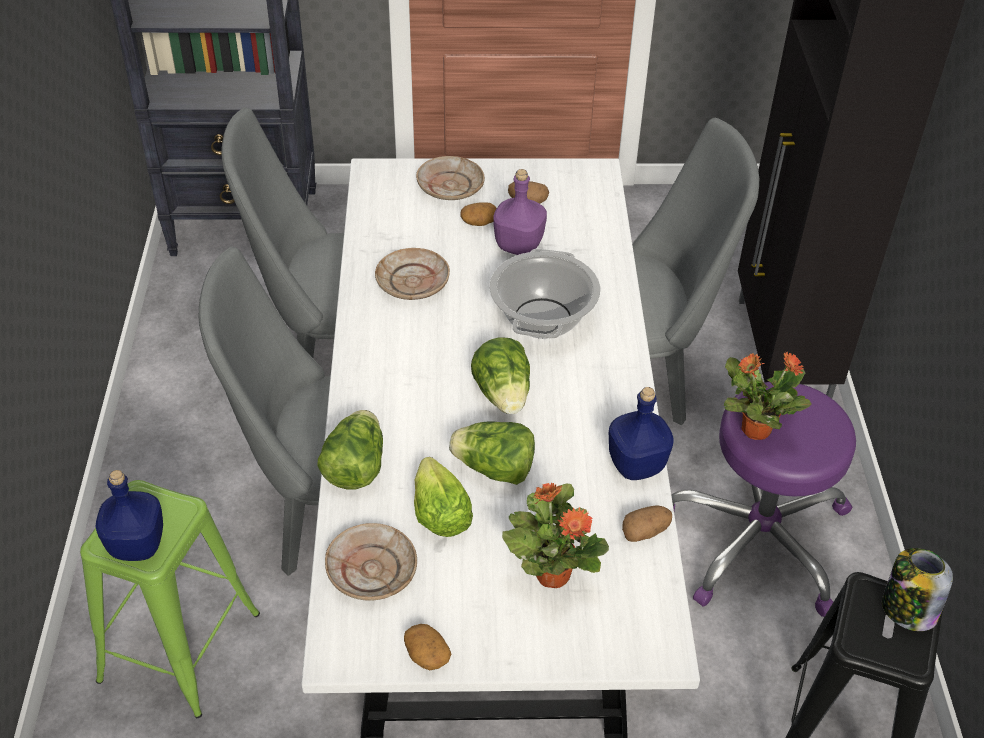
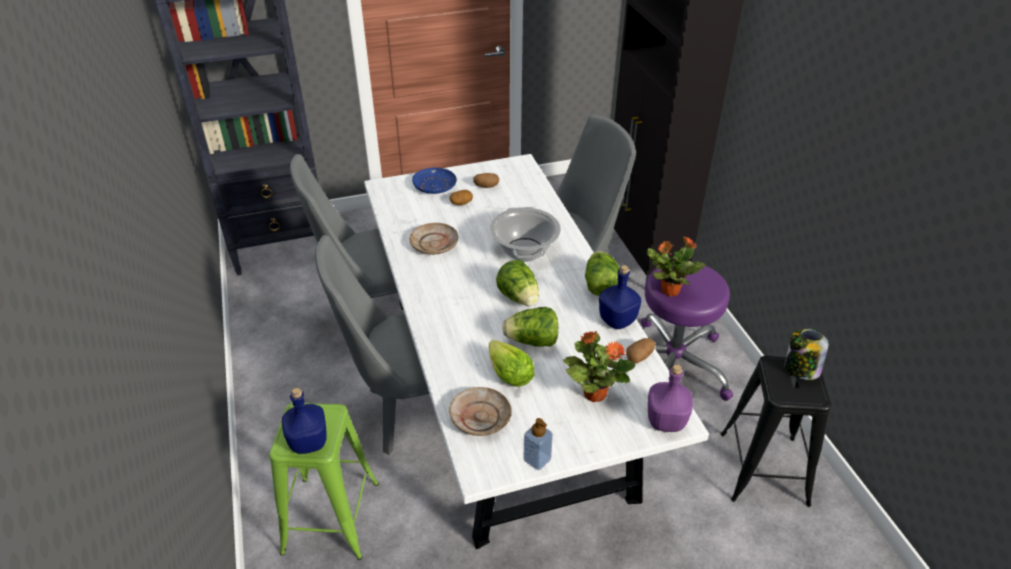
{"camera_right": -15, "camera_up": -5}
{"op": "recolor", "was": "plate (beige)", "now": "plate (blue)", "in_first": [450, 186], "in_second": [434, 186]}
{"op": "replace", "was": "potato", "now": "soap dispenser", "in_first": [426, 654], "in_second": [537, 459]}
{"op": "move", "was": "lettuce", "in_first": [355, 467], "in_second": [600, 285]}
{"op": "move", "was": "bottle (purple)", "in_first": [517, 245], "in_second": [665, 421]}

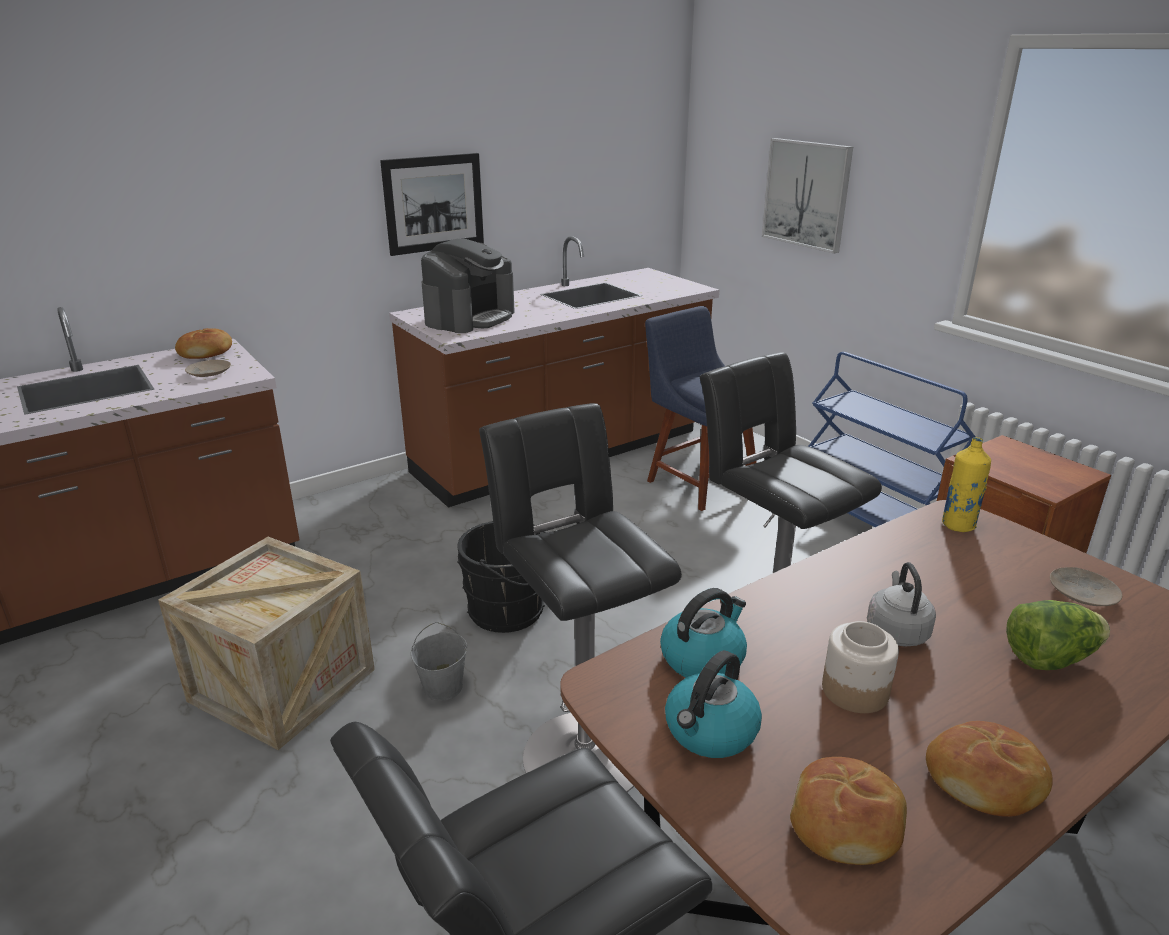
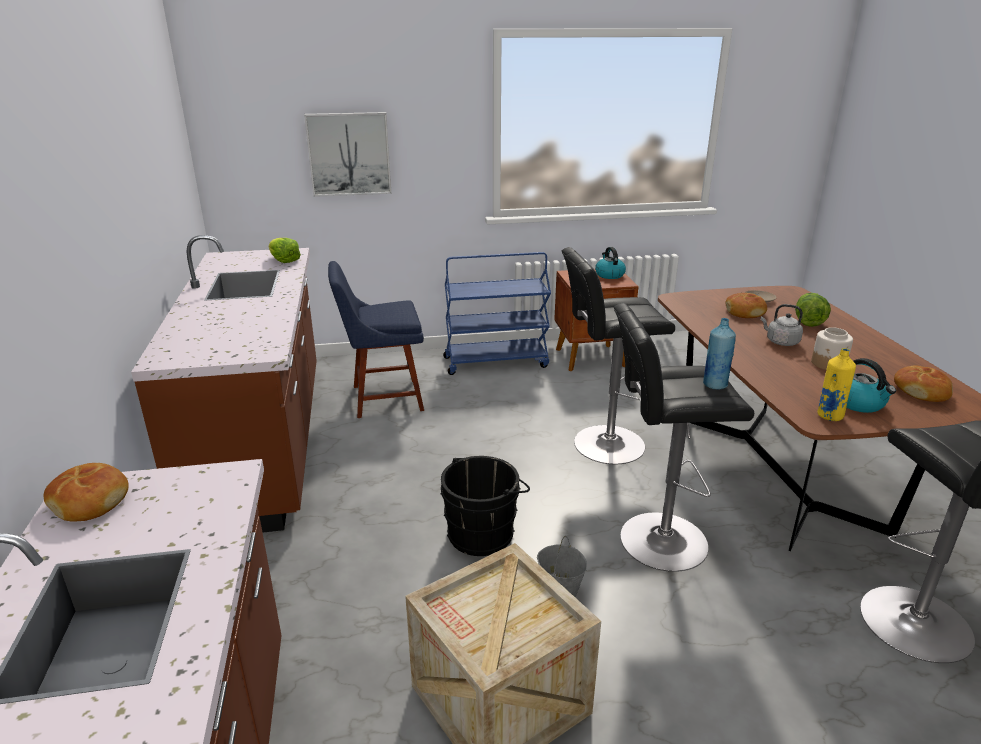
{"camera_right": -65, "camera_up": 0}
{"op": "insert", "now": "lettuce", "in_second": [284, 260]}
{"op": "move", "was": "kettle", "in_first": [703, 658], "in_second": [609, 275]}
{"op": "insert", "now": "bottle (blue)", "in_second": [715, 384]}
{"op": "move", "was": "bread", "in_first": [986, 781], "in_second": [745, 312]}
{"op": "move", "was": "bottle (yellow)", "in_first": [958, 525], "in_second": [829, 416]}
{"op": "delete", "was": "plate (beige)", "in_first": [208, 373]}
{"op": "delete", "was": "picture", "in_first": [434, 203]}
{"op": "delete", "was": "coffee machine", "in_first": [470, 318]}

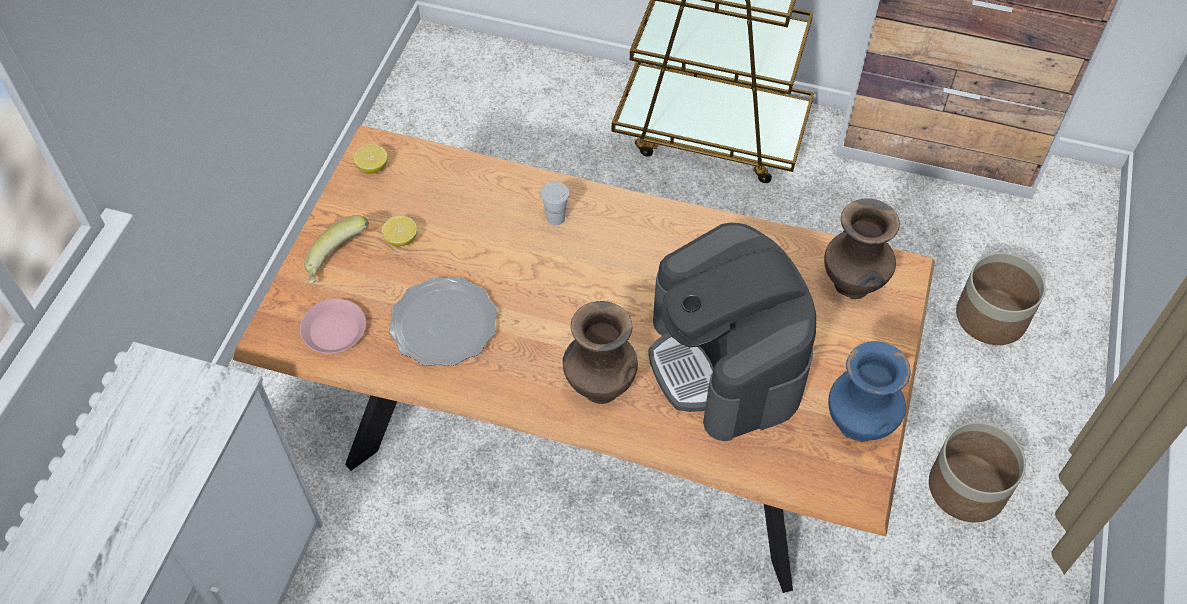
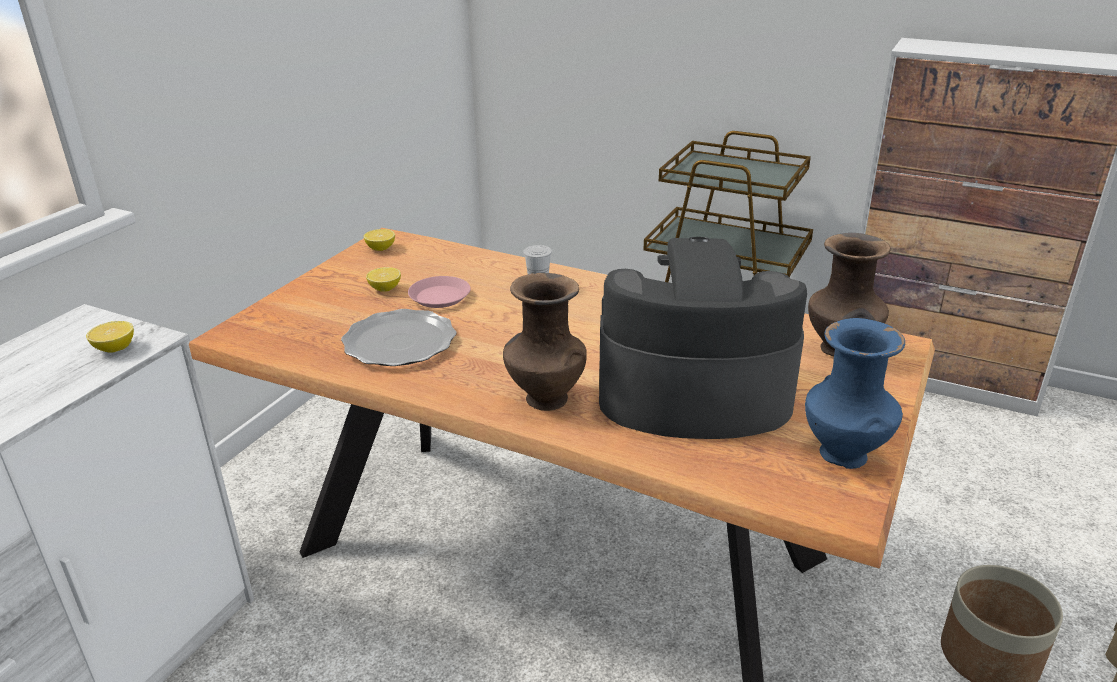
{"camera_right": 10, "camera_up": -25}
{"op": "insert", "now": "lemon", "in_second": [115, 348]}
{"op": "move", "was": "plate (pink)", "in_first": [334, 330], "in_second": [439, 297]}
{"op": "rotate", "was": "coffee machine", "in_first": [726, 362], "in_second": [692, 392], "clockwise": 105}
{"op": "delete", "was": "banana", "in_first": [338, 263]}
{"op": "delete", "was": "planter", "in_first": [991, 317]}

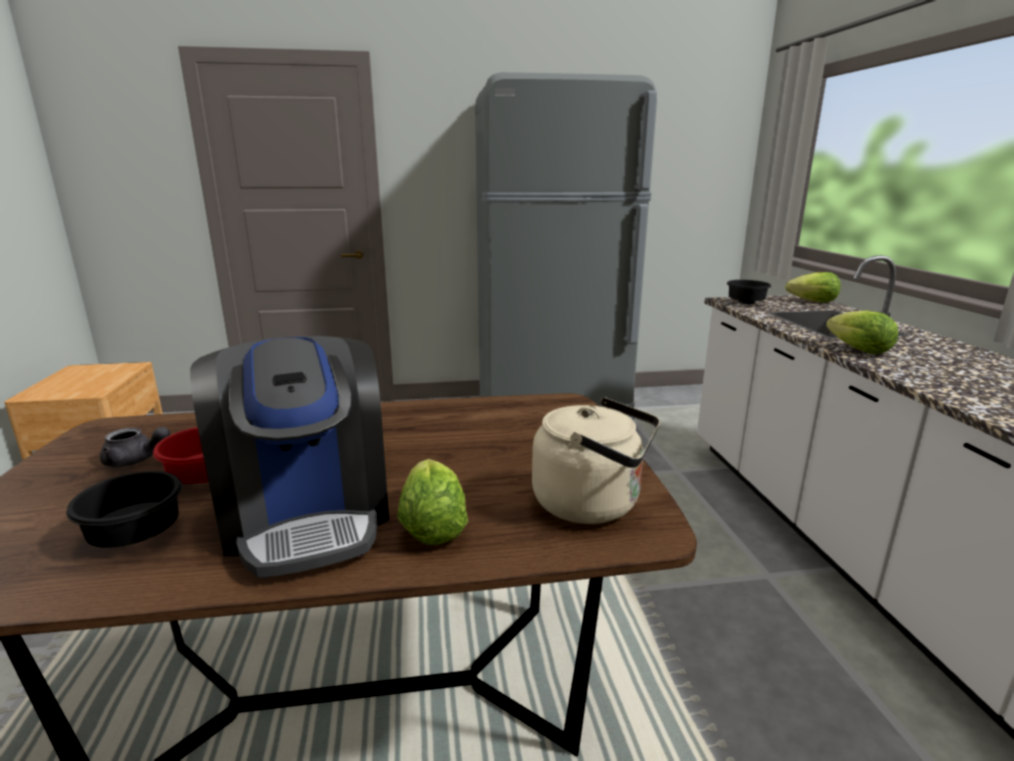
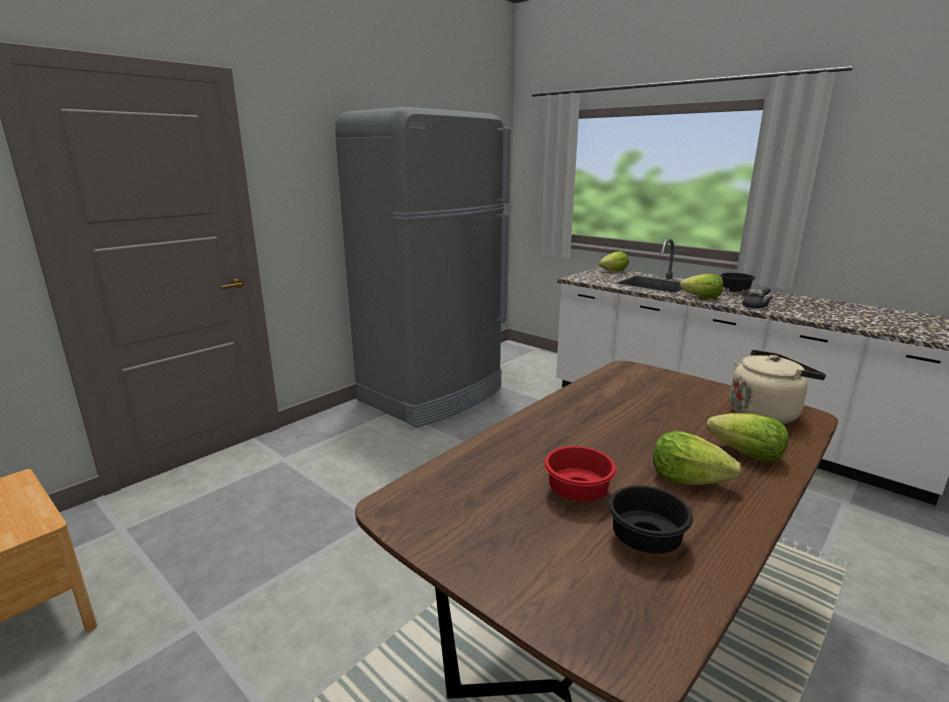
{"camera_right": -40, "camera_up": 0}
{"op": "replace", "was": "coffee machine", "now": "lettuce", "in_first": [307, 514], "in_second": [687, 479]}
{"op": "move", "was": "bowl (black)", "in_first": [745, 303], "in_second": [735, 291]}
{"op": "move", "was": "teapot (grey)", "in_first": [136, 460], "in_second": [756, 306]}

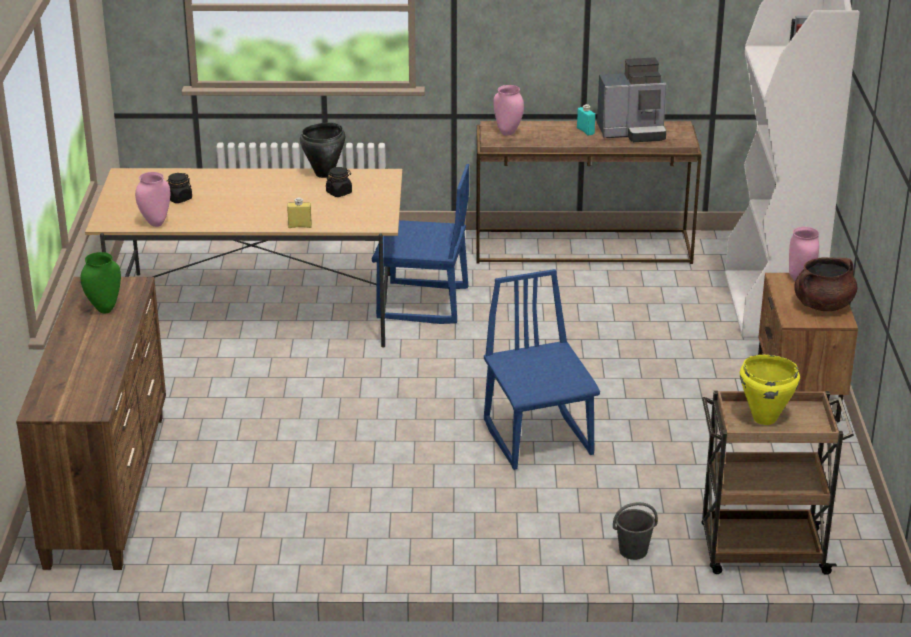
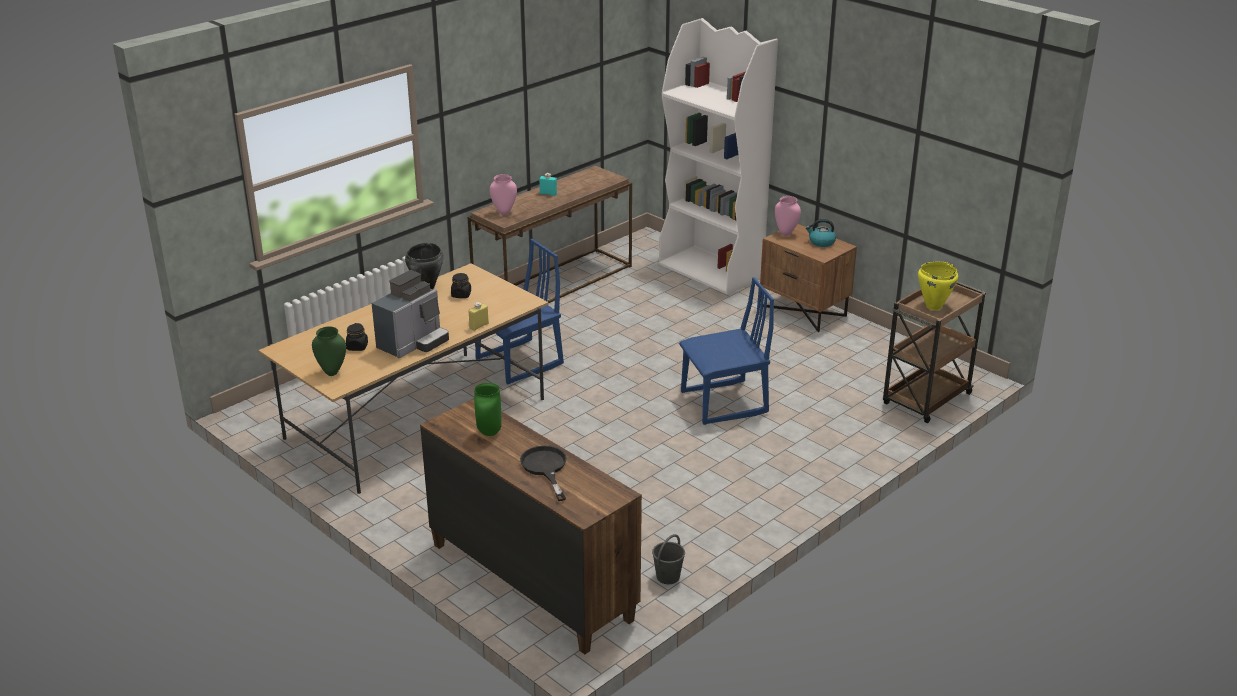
{"camera_right": -45, "camera_up": 0}
{"op": "insert", "now": "vase (green)", "in_second": [332, 373]}
{"op": "move", "was": "coffee machine", "in_first": [633, 132], "in_second": [413, 343]}
{"op": "insert", "now": "frying pan (black)", "in_second": [545, 468]}
{"op": "move", "was": "bucket (grey)", "in_first": [633, 551], "in_second": [668, 576]}
{"op": "rotate", "was": "chair (blue)", "in_first": [539, 438], "in_second": [724, 403], "clockwise": 135}
{"op": "replace", "was": "cooking pot (brown)", "now": "kettle", "in_first": [823, 305], "in_second": [821, 242]}
{"op": "delete", "was": "vase (pink)", "in_first": [156, 224]}

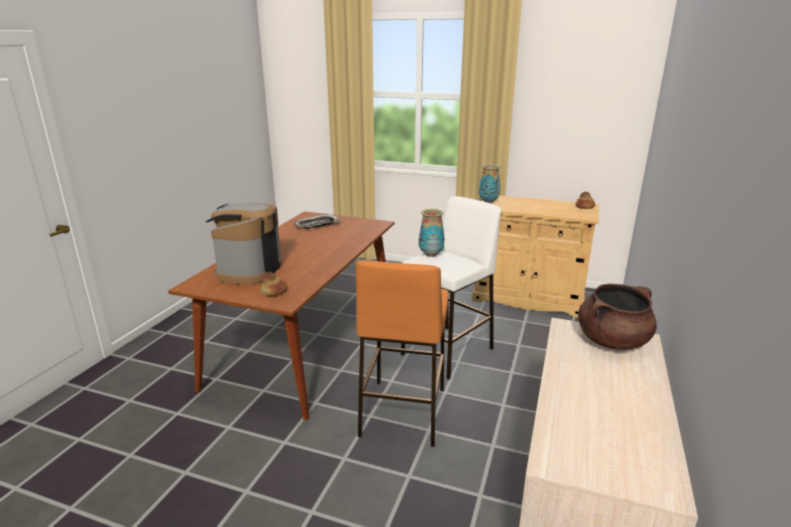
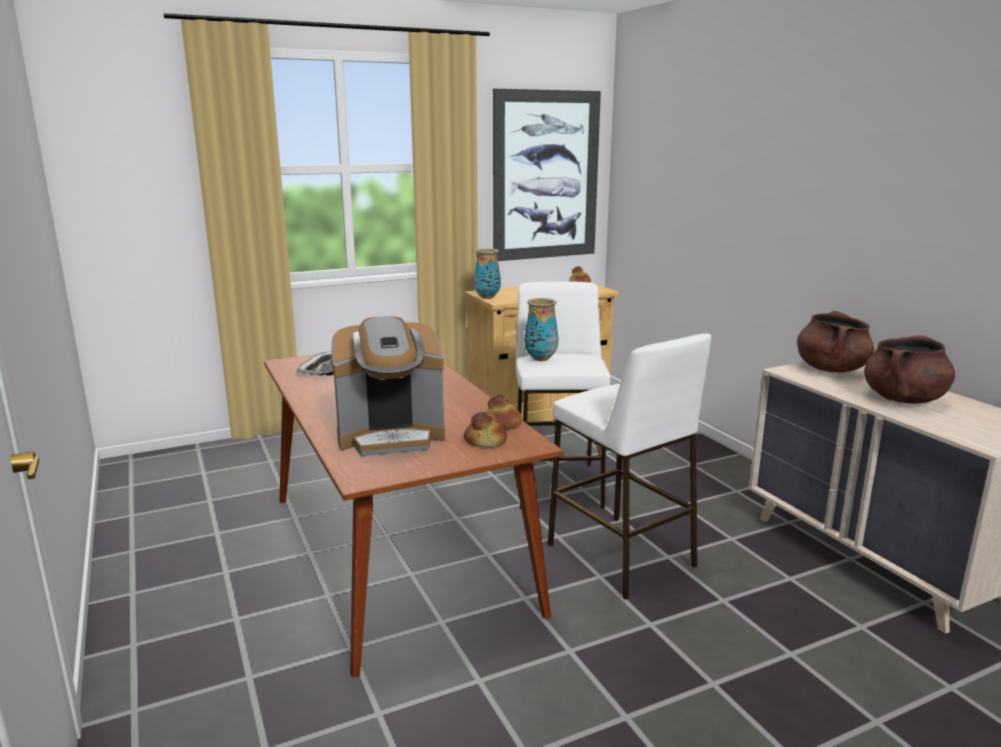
{"camera_right": -45, "camera_up": -5}
{"op": "rotate", "was": "coffee machine", "in_first": [248, 271], "in_second": [391, 436], "clockwise": -75}
{"op": "insert", "now": "bread", "in_second": [503, 424]}
{"op": "insert", "now": "picture", "in_second": [546, 176]}
{"op": "recolor", "was": "stool (orange)", "now": "stool (white)", "in_first": [403, 412], "in_second": [621, 555]}
{"op": "insert", "now": "cooking pot (brown)", "in_second": [903, 399]}

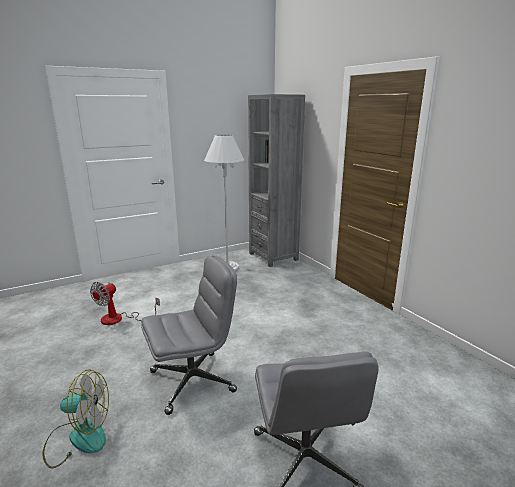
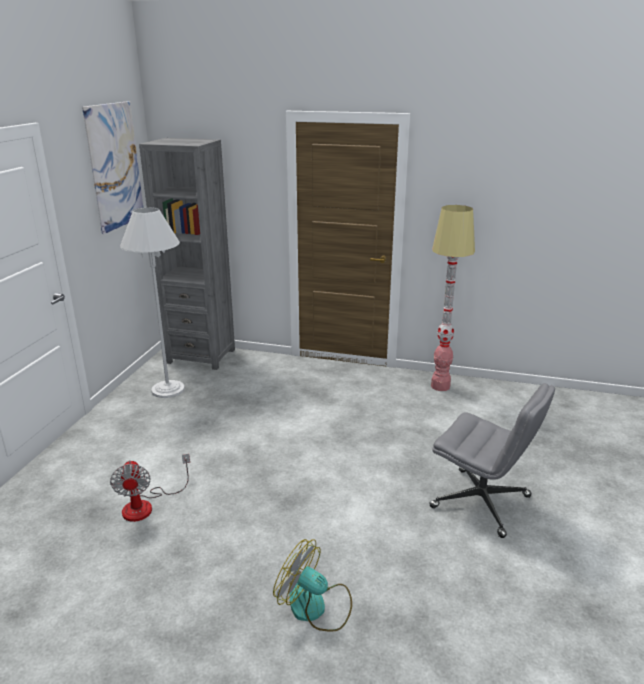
{"camera_right": -45, "camera_up": 5}
{"op": "insert", "now": "picture", "in_second": [115, 166]}
{"op": "rotate", "was": "fan", "in_first": [78, 437], "in_second": [315, 607], "clockwise": -105}
{"op": "insert", "now": "floor lamp", "in_second": [440, 386]}
{"op": "delete", "was": "office chair (grey)", "in_first": [193, 380]}

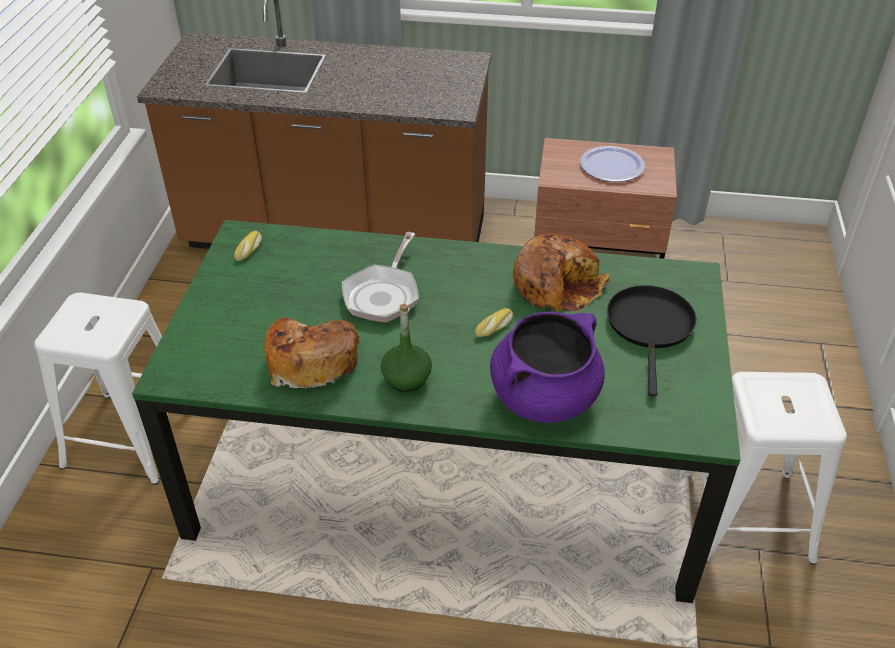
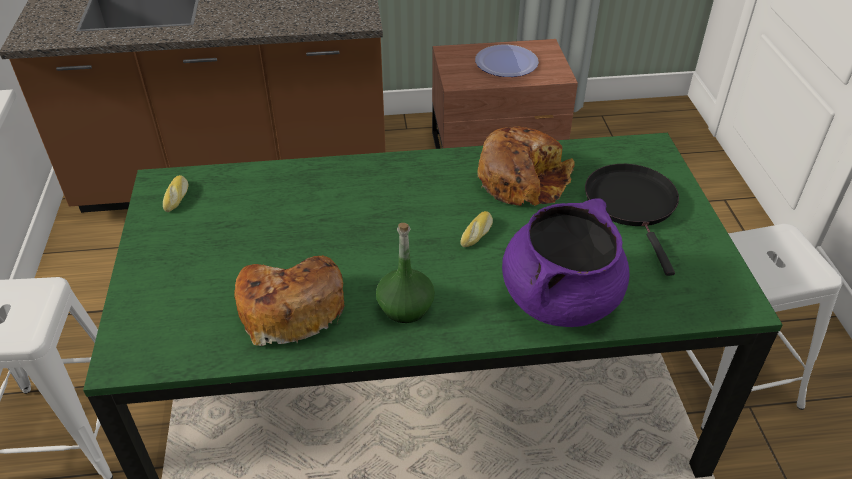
{"camera_right": -15, "camera_up": 0}
{"op": "delete", "was": "frying pan", "in_first": [383, 294]}

